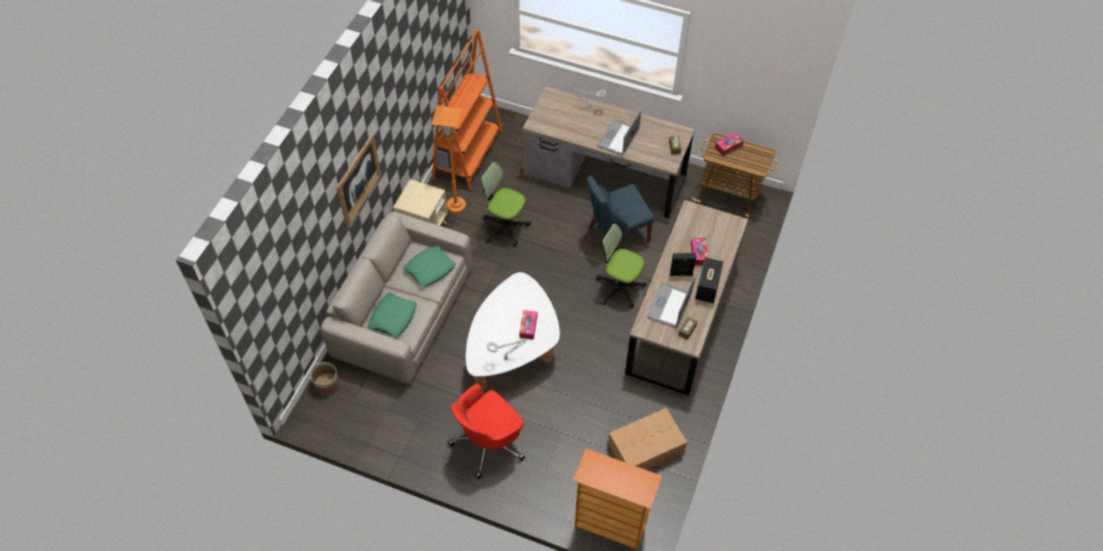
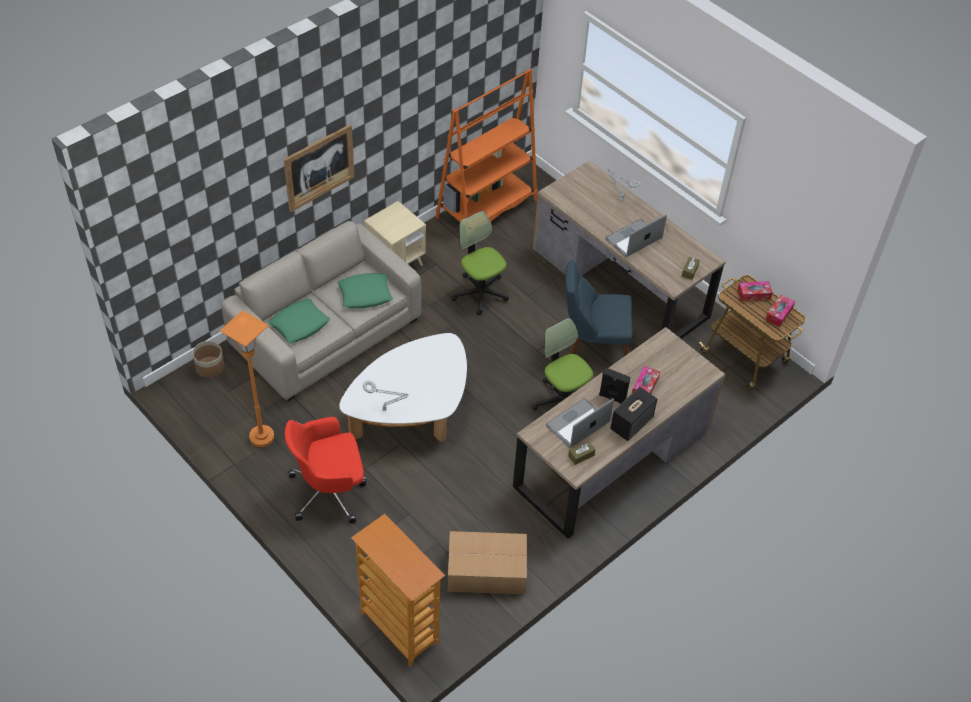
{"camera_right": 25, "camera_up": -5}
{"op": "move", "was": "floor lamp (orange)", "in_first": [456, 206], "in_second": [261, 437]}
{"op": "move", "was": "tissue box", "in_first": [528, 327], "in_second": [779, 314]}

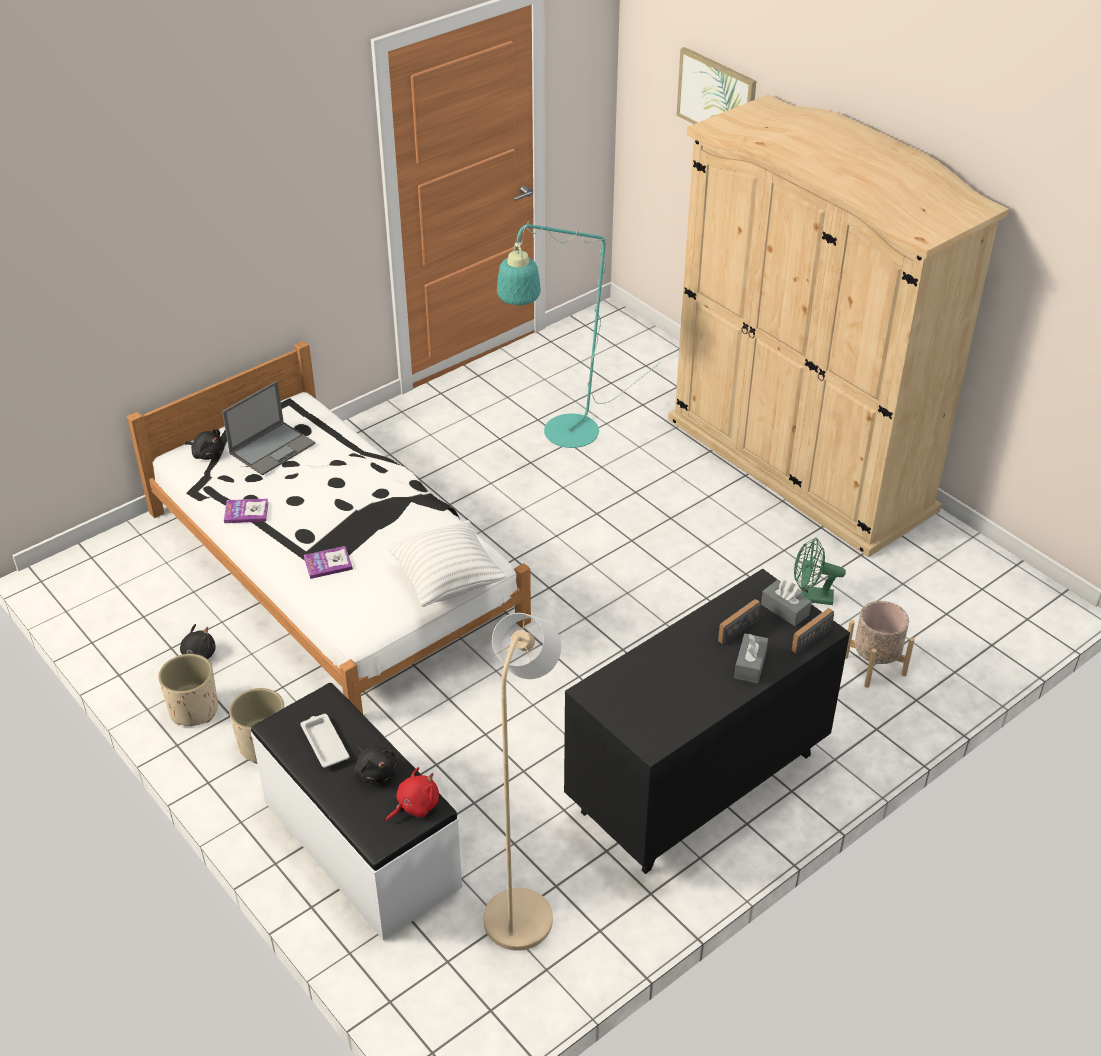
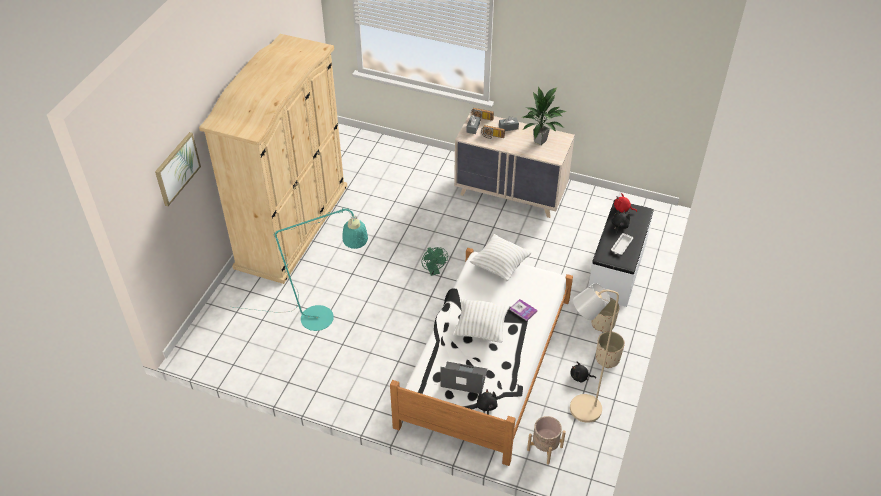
{"camera_right": -120, "camera_up": 5}
{"op": "move", "was": "fan (green)", "in_first": [811, 597], "in_second": [434, 271]}
{"op": "insert", "now": "pillow (white)", "in_second": [480, 328]}
{"op": "recolor", "was": "dresser (black)", "now": "dresser (beige)", "in_first": [696, 784], "in_second": [511, 193]}
{"op": "insert", "now": "potted plant", "in_second": [540, 141]}
{"op": "move", "was": "planter (beige)", "in_first": [874, 665], "in_second": [545, 448]}
{"op": "move", "was": "floor lamp (beige)", "in_first": [523, 908], "in_second": [579, 409]}
{"op": "delete", "was": "book", "in_first": [246, 512]}

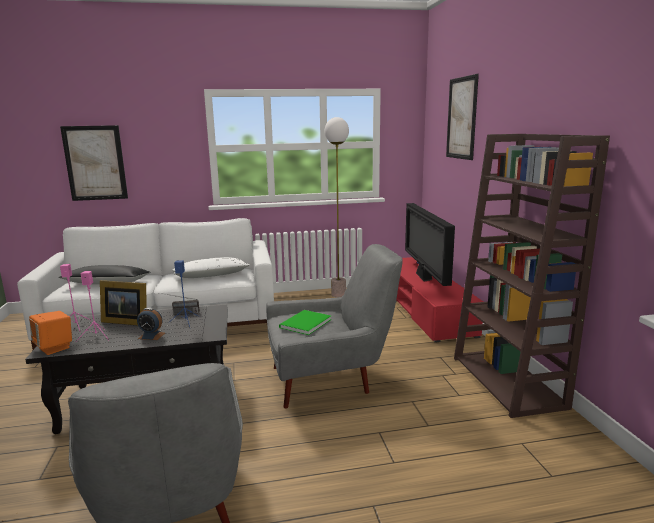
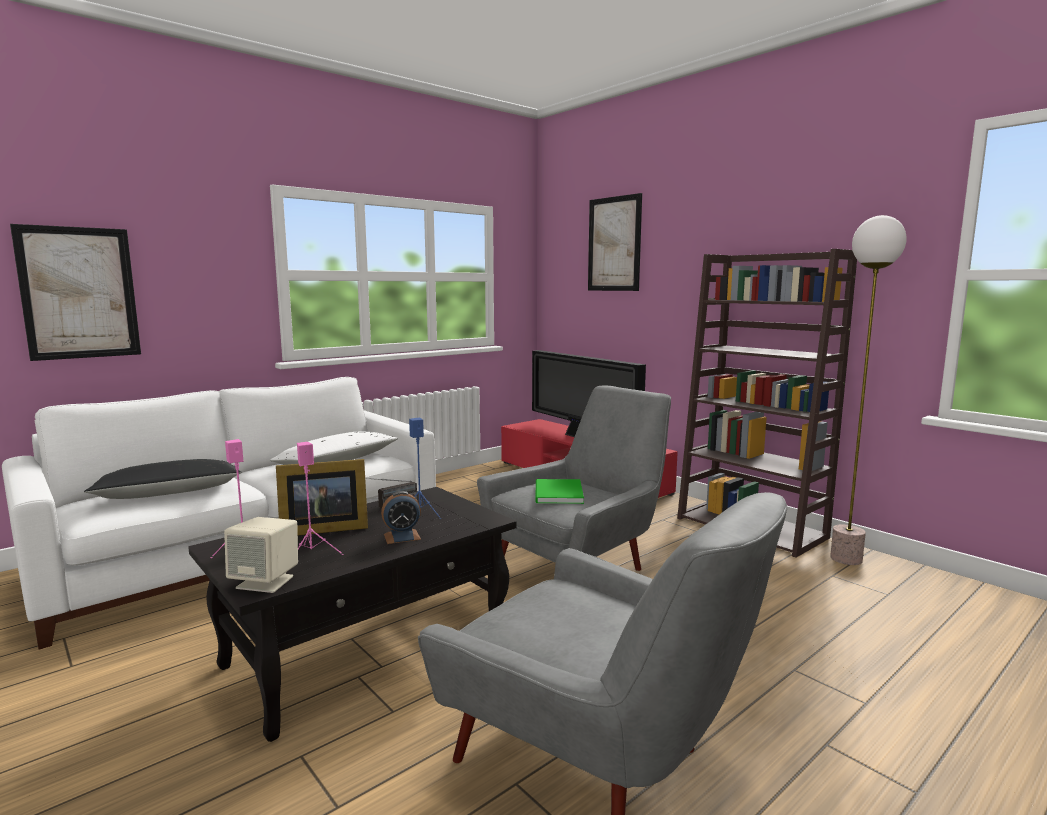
{"camera_right": -30, "camera_up": -5}
{"op": "recolor", "was": "speaker (orange)", "now": "speaker (beige)", "in_first": [55, 348], "in_second": [266, 582]}
{"op": "move", "was": "floor lamp", "in_first": [338, 294], "in_second": [845, 559]}

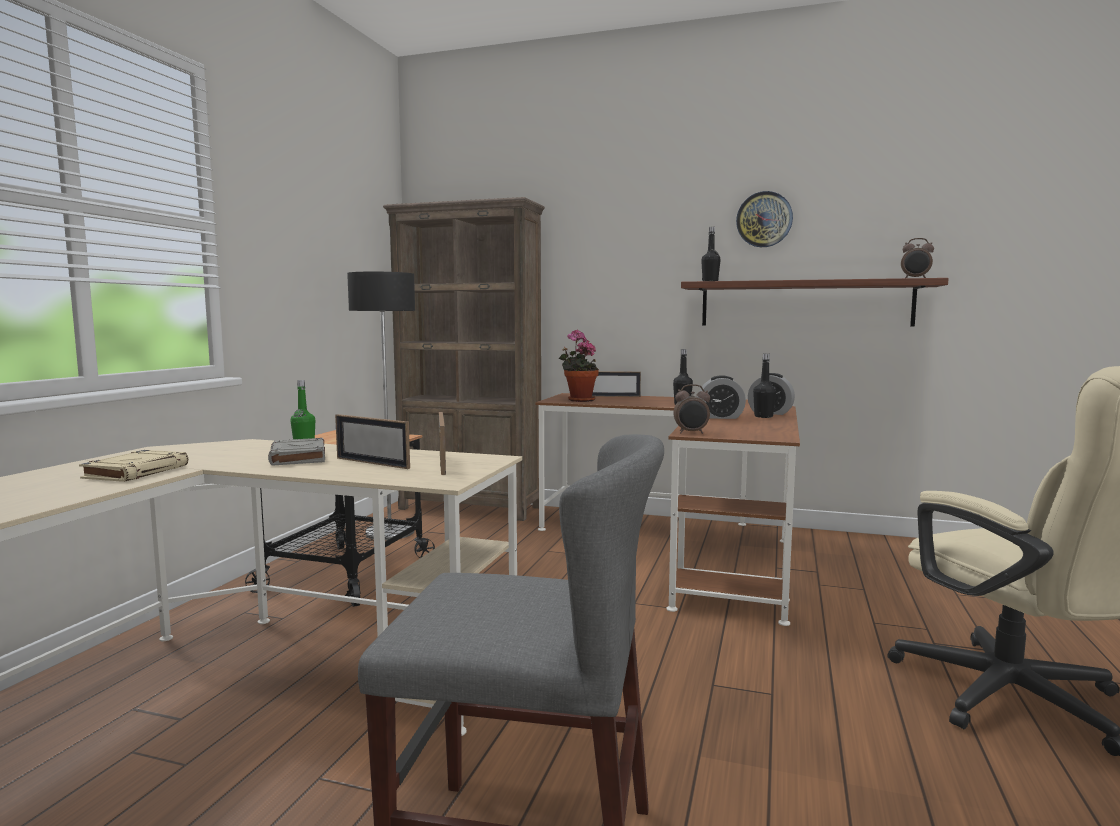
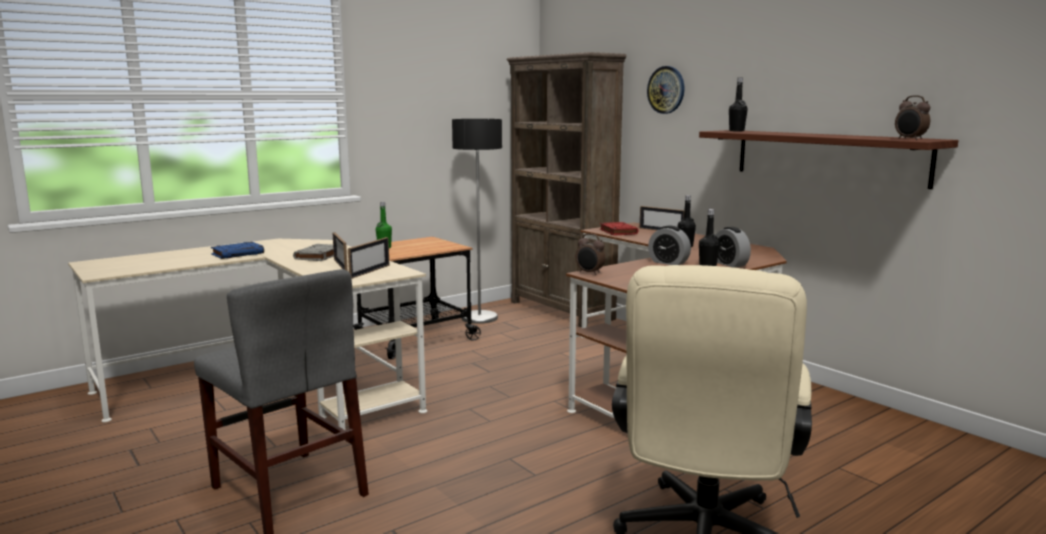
{"camera_right": 35, "camera_up": 5}
{"op": "recolor", "was": "book (beige)", "now": "book (blue)", "in_first": [137, 472], "in_second": [238, 254]}
{"op": "replace", "was": "potted plant", "now": "book (red)", "in_first": [578, 400], "in_second": [618, 232]}
{"op": "move", "was": "wall clock", "in_first": [764, 219], "in_second": [666, 90]}

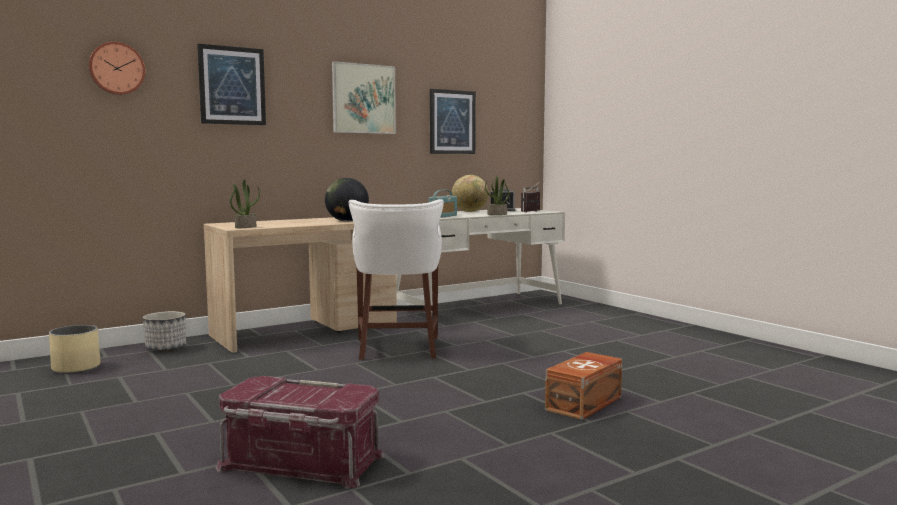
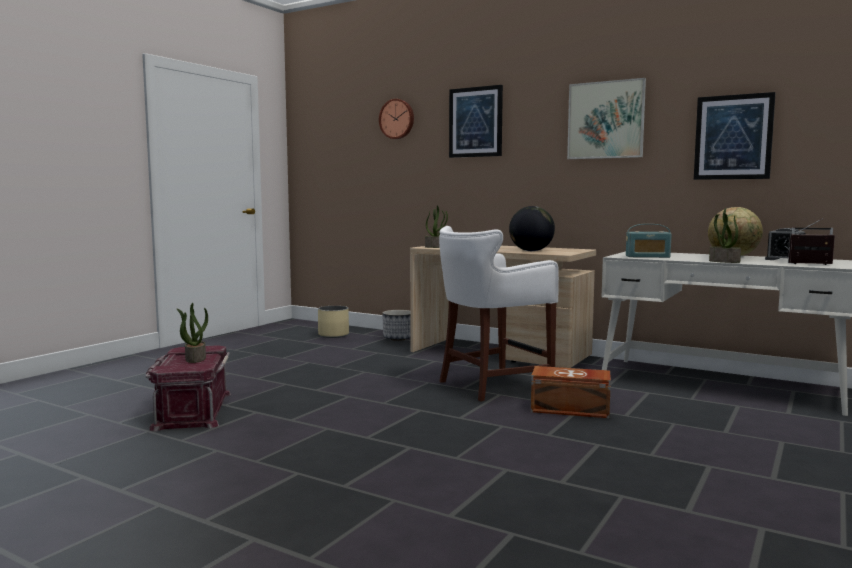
{"camera_right": 65, "camera_up": 0}
{"op": "insert", "now": "potted plant", "in_second": [195, 359]}
{"op": "move", "was": "storage box (brown)", "in_first": [585, 403], "in_second": [571, 409]}

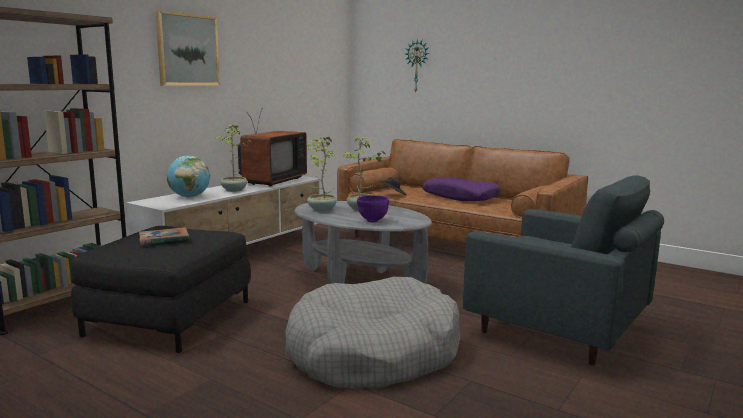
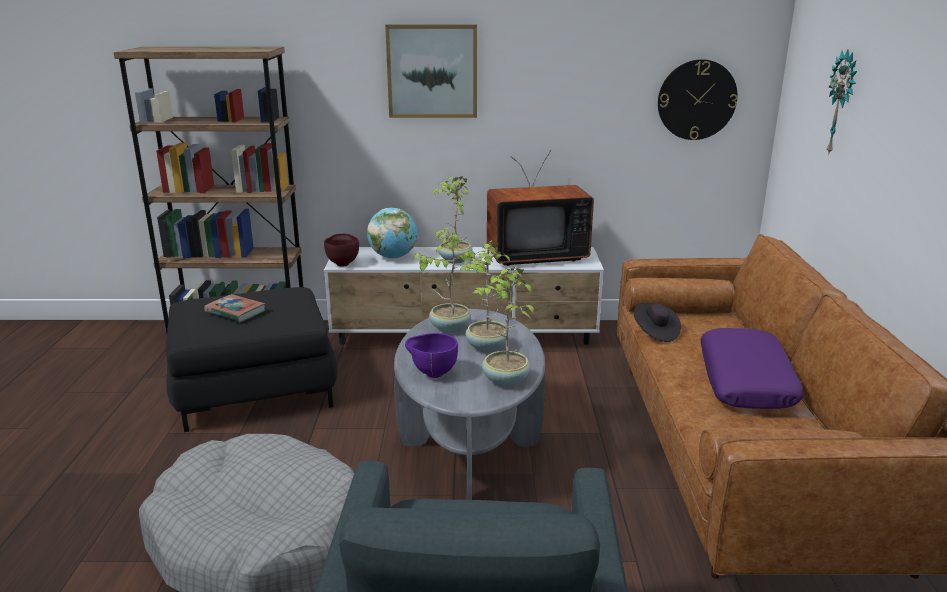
{"camera_right": 55, "camera_up": 10}
{"op": "insert", "now": "bowl (brown)", "in_second": [343, 263]}
{"op": "insert", "now": "potted plant", "in_second": [505, 381]}
{"op": "insert", "now": "wall clock", "in_second": [696, 100]}

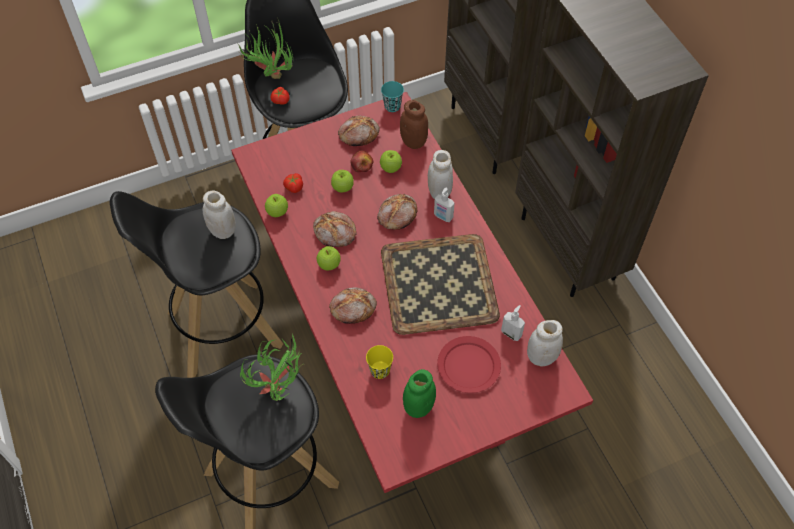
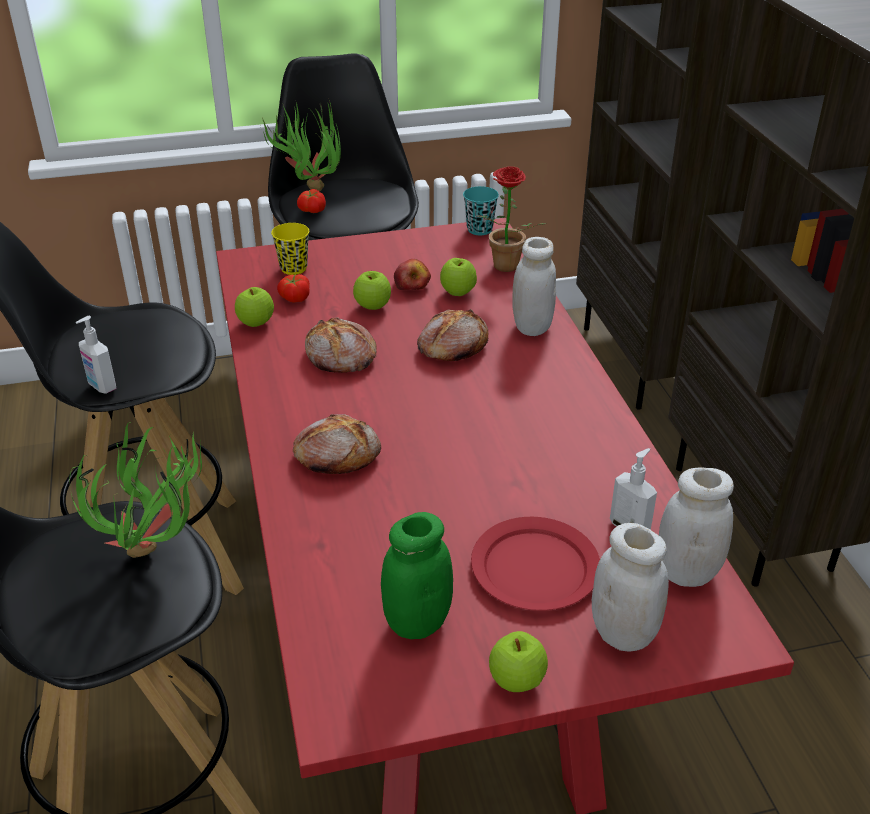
{"camera_right": 10, "camera_up": -20}
{"op": "move", "was": "soap dispenser", "in_first": [443, 217], "in_second": [101, 386]}
{"op": "move", "was": "cup (yellow)", "in_first": [380, 370], "in_second": [293, 268]}
{"op": "replace", "was": "jar (brown)", "now": "potted plant", "in_first": [413, 142], "in_second": [503, 268]}
{"op": "move", "was": "apple", "in_first": [329, 265], "in_second": [516, 680]}
{"op": "move", "was": "jar (white)", "in_first": [223, 231], "in_second": [623, 633]}
{"op": "delete", "was": "bread", "in_first": [358, 134]}
{"op": "delete", "was": "tray", "in_first": [438, 285]}

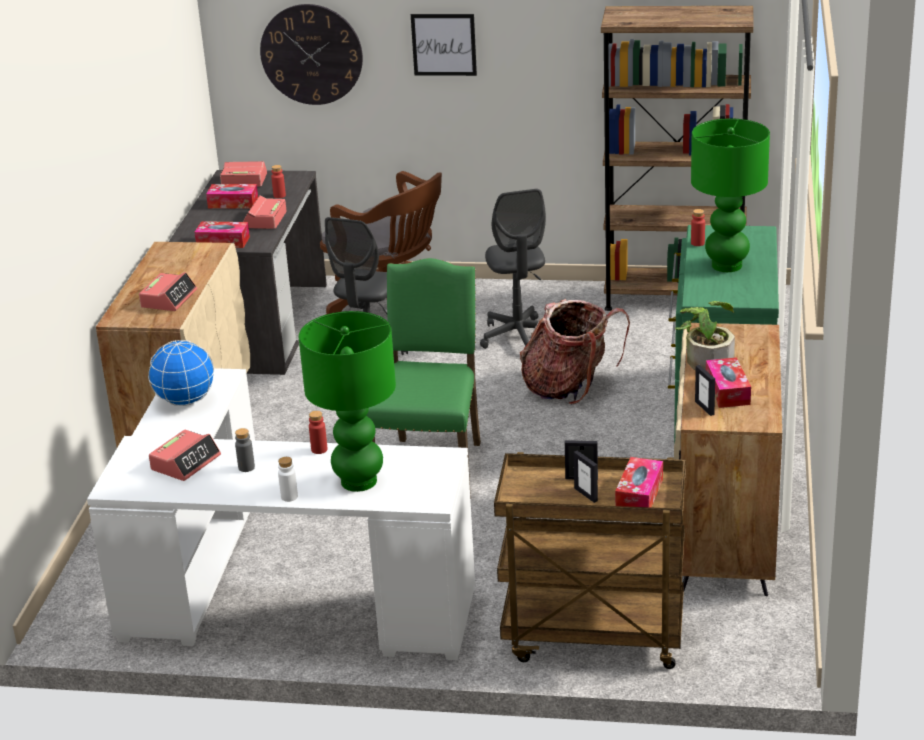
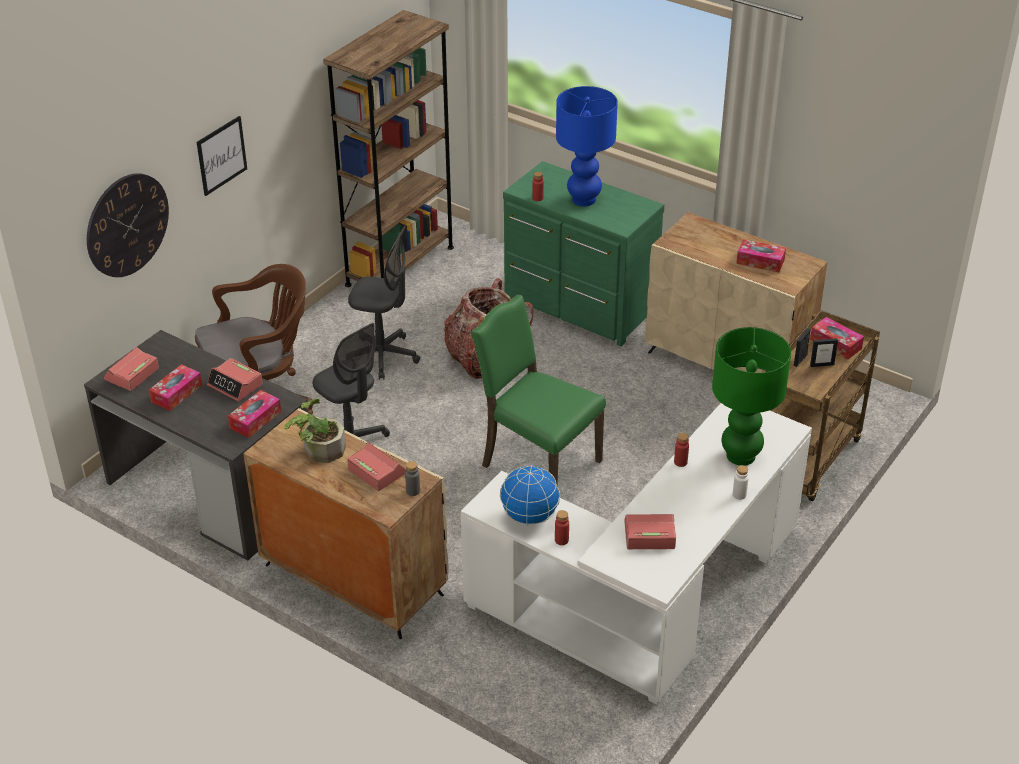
{"camera_right": -65, "camera_up": 10}
{"op": "move", "was": "potted plant", "in_first": [706, 358], "in_second": [319, 449]}
{"op": "move", "was": "bottle (grey)", "in_first": [246, 467], "in_second": [413, 491]}
{"op": "move", "was": "bottle (red)", "in_first": [279, 196], "in_second": [561, 540]}
{"op": "recolor", "was": "table lamp (green)", "now": "table lamp (blue)", "in_first": [727, 265], "in_second": [583, 199]}
{"op": "rotate", "was": "alarm clock", "in_first": [186, 462], "in_second": [649, 535], "clockwise": -60}
{"op": "delete", "was": "picture frame", "in_first": [704, 408]}

